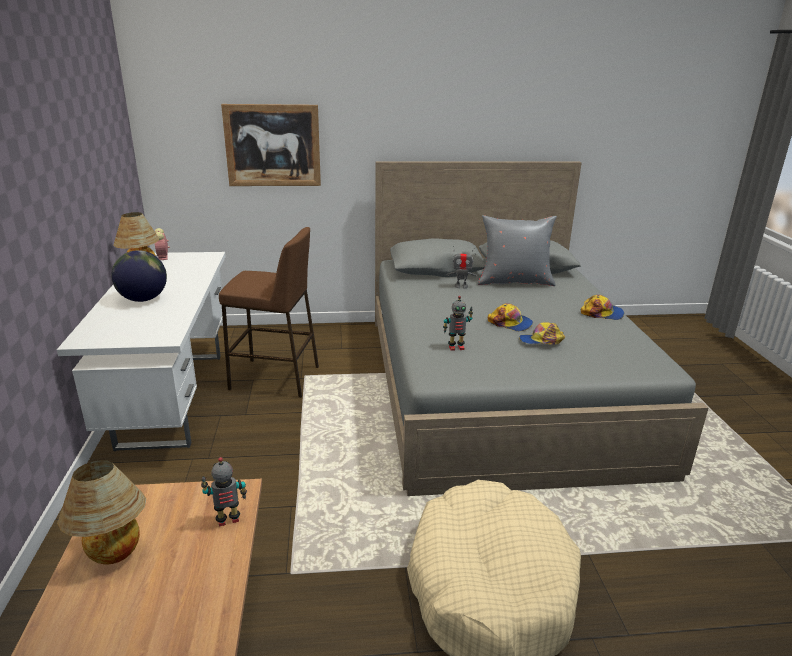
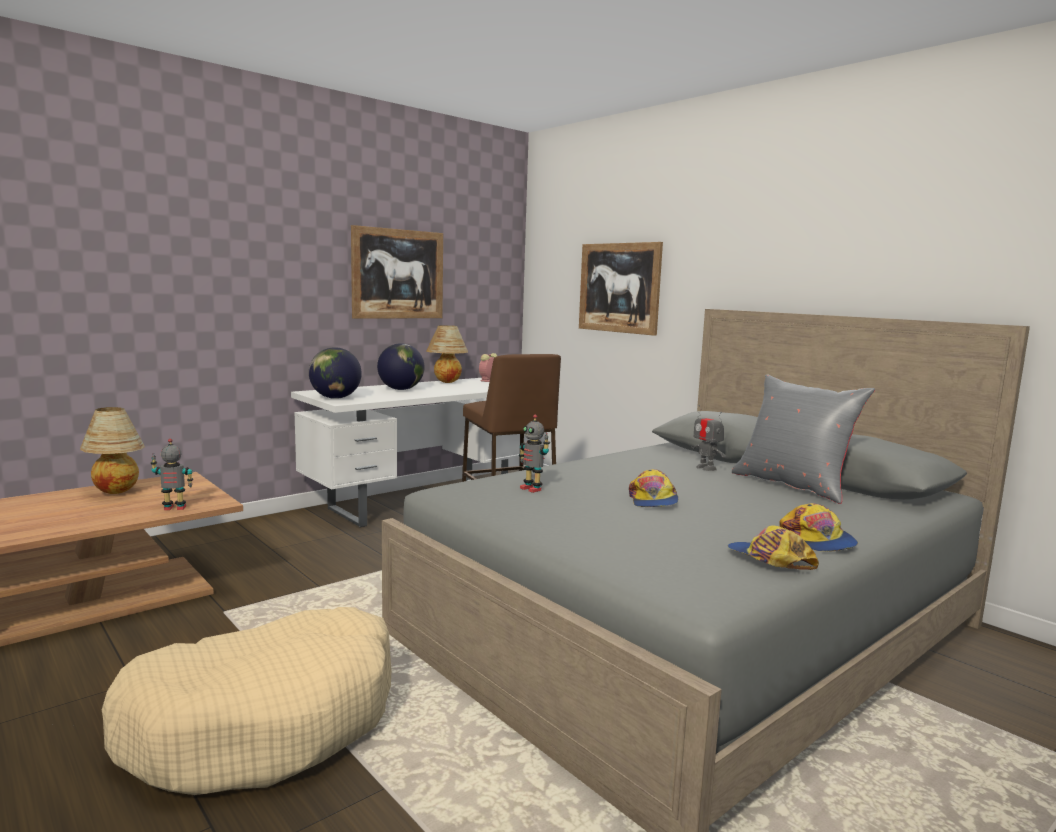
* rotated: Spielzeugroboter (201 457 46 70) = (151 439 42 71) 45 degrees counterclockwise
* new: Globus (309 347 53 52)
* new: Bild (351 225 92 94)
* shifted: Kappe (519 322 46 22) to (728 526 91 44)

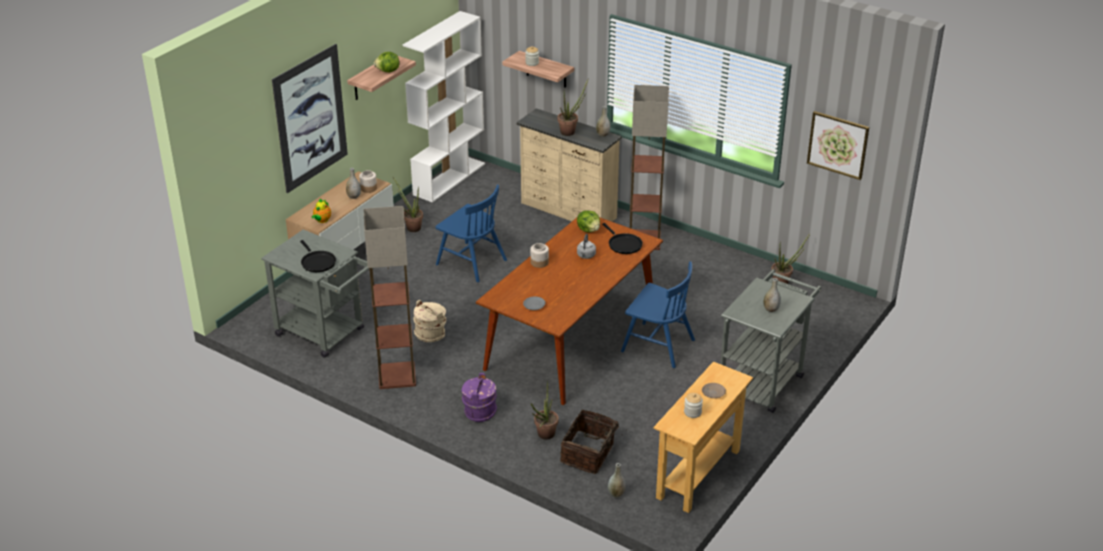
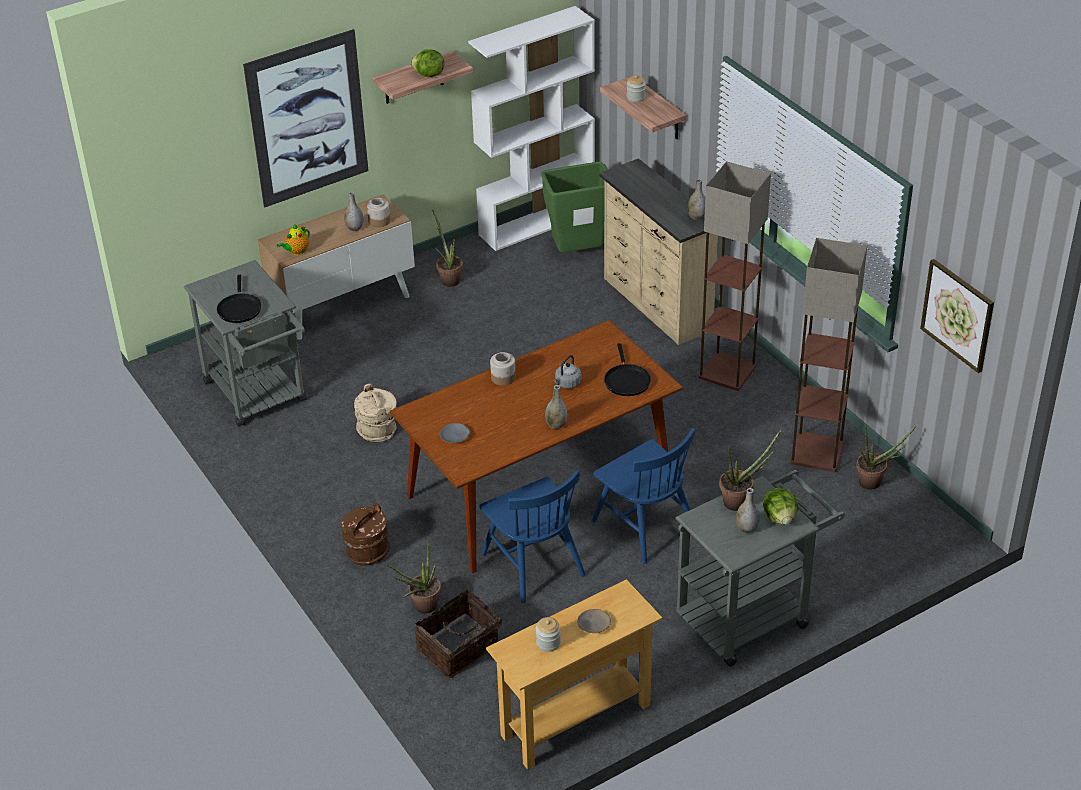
* repainted: Eimer (lila) (462 373 35 49) to Eimer (braun) (341 503 49 63)
* shifted: Stuhl (blau) (435 185 72 97) to (480 470 106 133)
* new: Mülleimer (grün) (541 162 67 91)
* shifted: Vase (grau) (608 463 18 35) to (545 385 22 44)
* shifted: Topfpflanze (558 79 30 57) to (719 430 62 81)
* shifted: Salatkopf (577 210 23 23) to (763 488 35 37)
* shifted: Stehlampe (364 206 52 183) to (790 238 77 234)

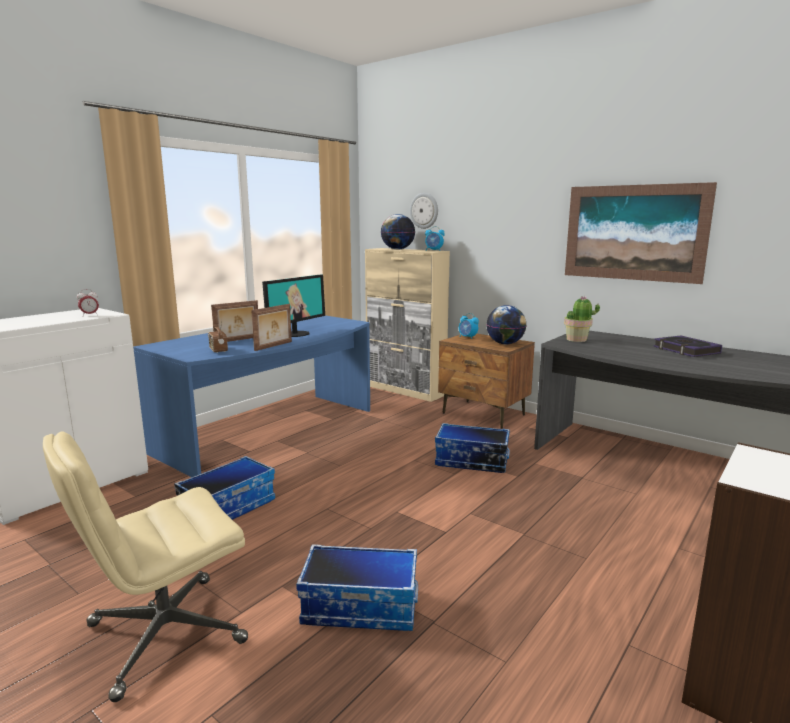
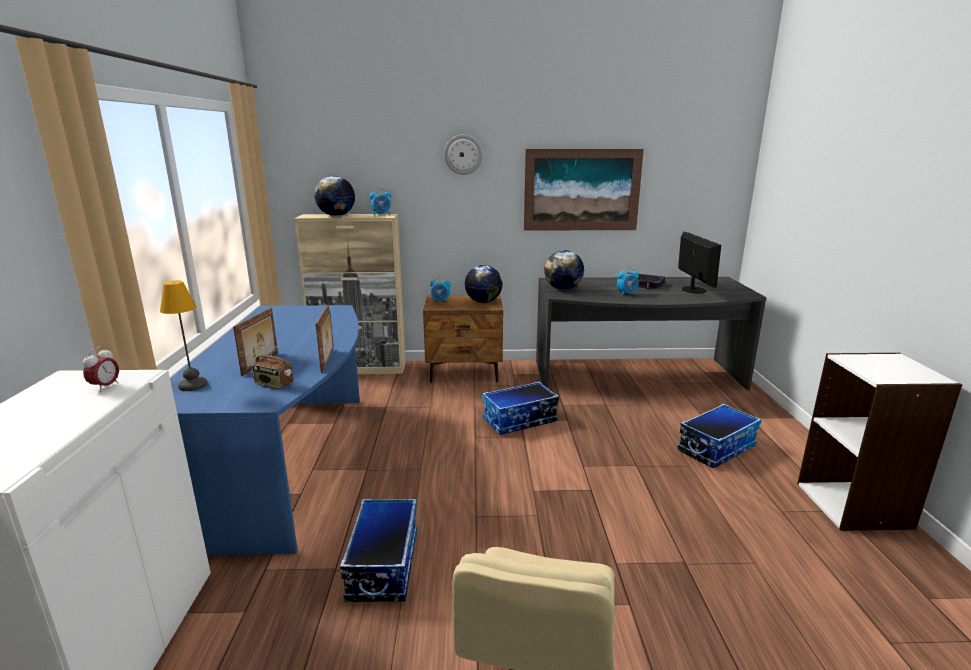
* new: Tischlampe (160 281 48 110)
* shifted: Wanduhr (410 193 28 36) to (444 134 39 41)
* swapped: Topfpflanze (564 296 36 46) to Globus (544 250 40 40)
* new: Wecker (617 267 22 29)
* shifted: Monitor (262 274 63 63) to (678 232 43 62)
* shifted: Aufbewahrungsbox (296 544 122 87) to (678 404 84 64)

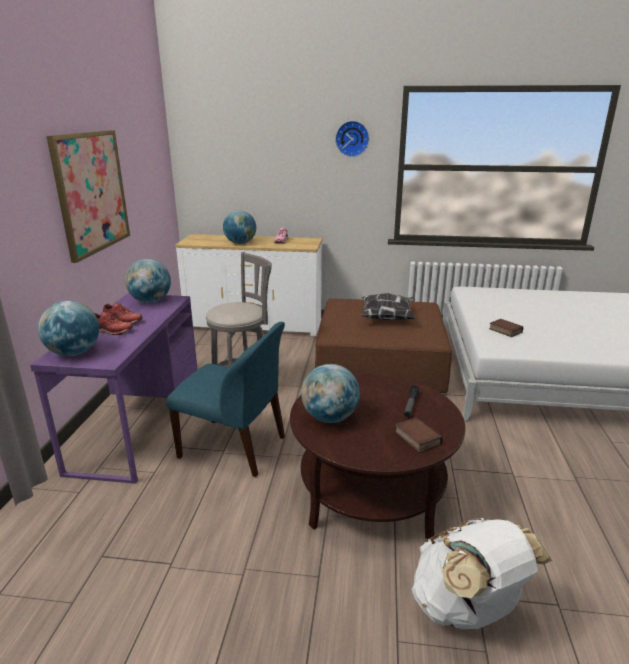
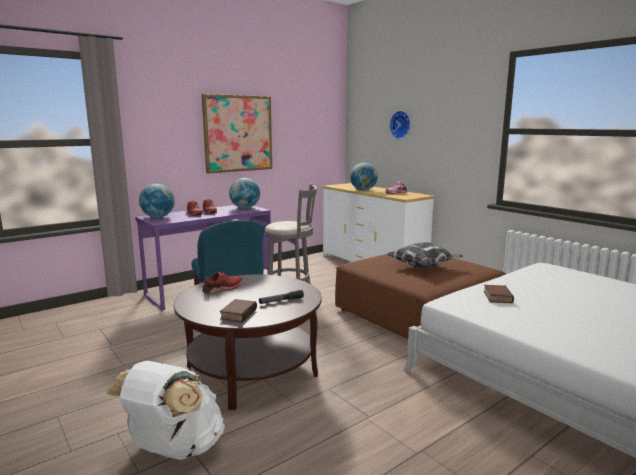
* swapped: Globus (301 364 59 59) to Schuh (rot) (202 271 40 23)
* shifted: Wanduhr (335 121 34 36) to (389 111 22 28)

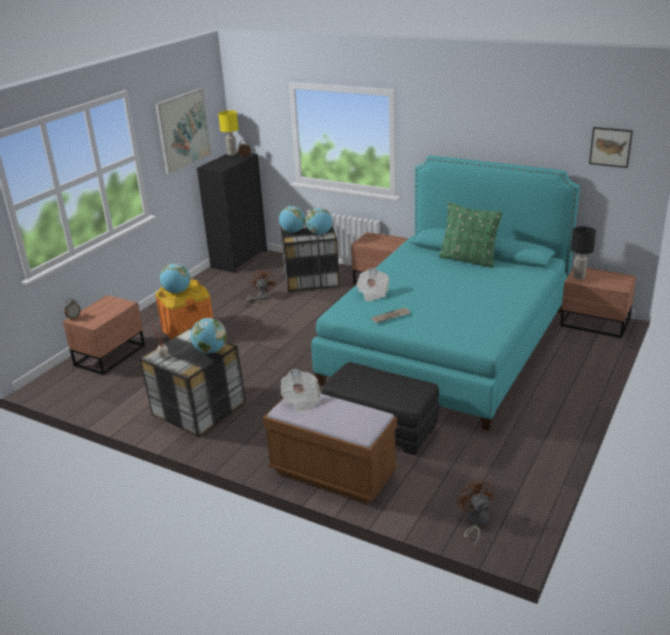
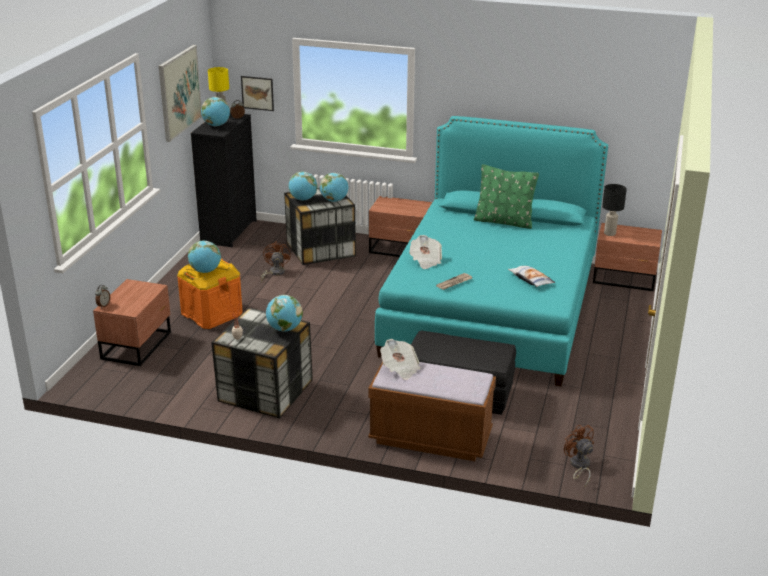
* new: Globus (201 97 29 29)
* shifted: Bild (589 127 44 41) to (241 76 33 35)
* new: Kissen (508 266 47 21)

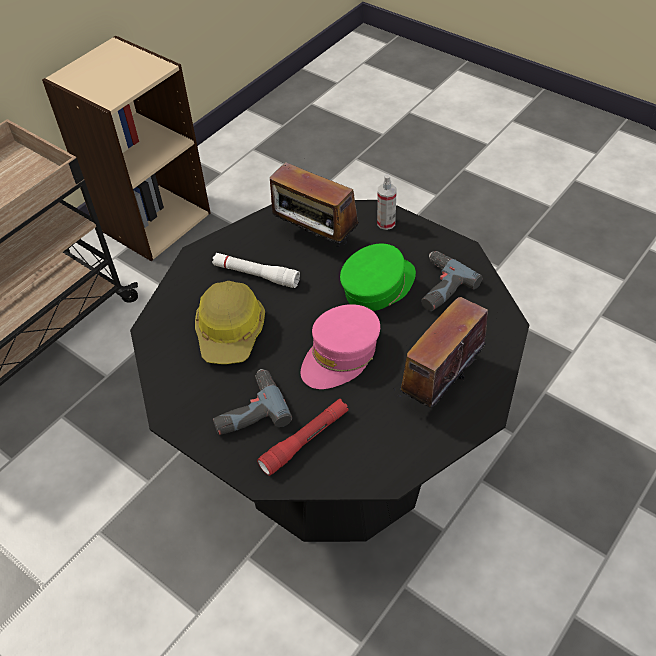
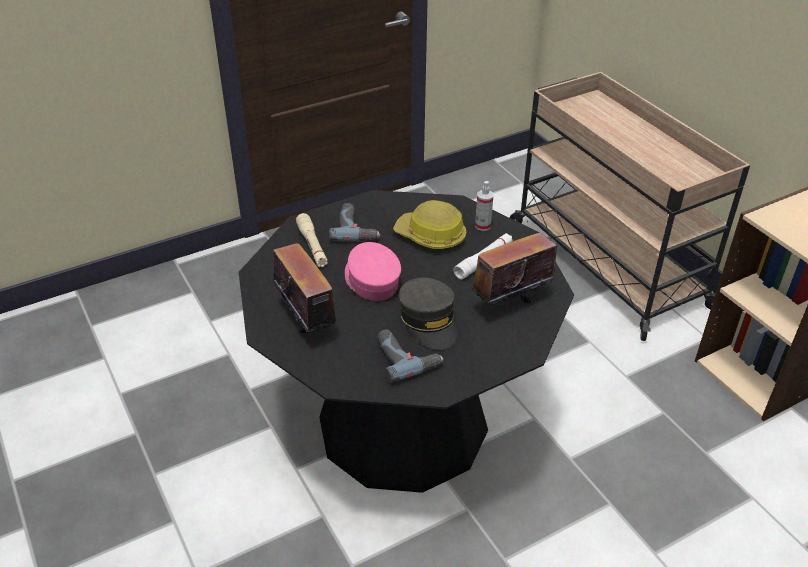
* repainted: Taschenlampe (rot) (257 399 92 77) to Taschenlampe (beige) (296 213 32 54)
* repainted: Kappe (grün) (340 243 76 68) to Kappe (grau) (399 277 59 73)
* shifted: Sprühflasche (377 174 20 56) to (475 181 19 50)

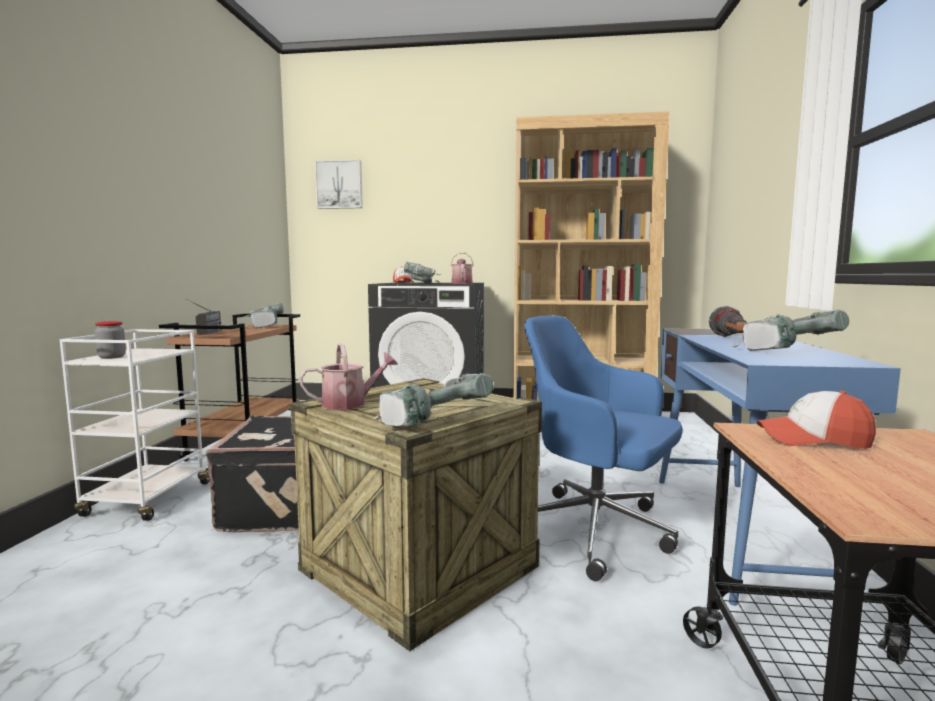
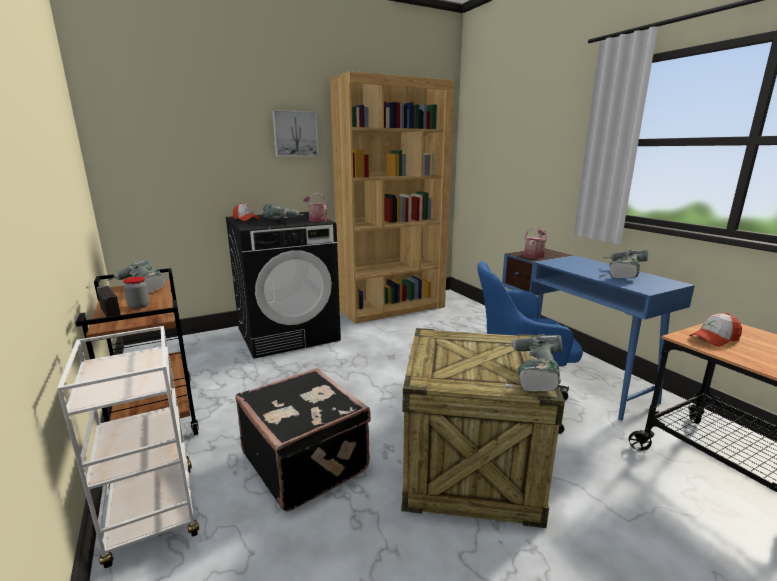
* shifted: Vorratsglas (95 321 31 38) to (123 277 27 32)
* shifted: Bild (315 160 48 49) to (272 110 46 47)
* shifted: Gießkanne (299 343 99 67) to (524 227 23 32)
* gone: Taschenlampe (709 306 38 31)

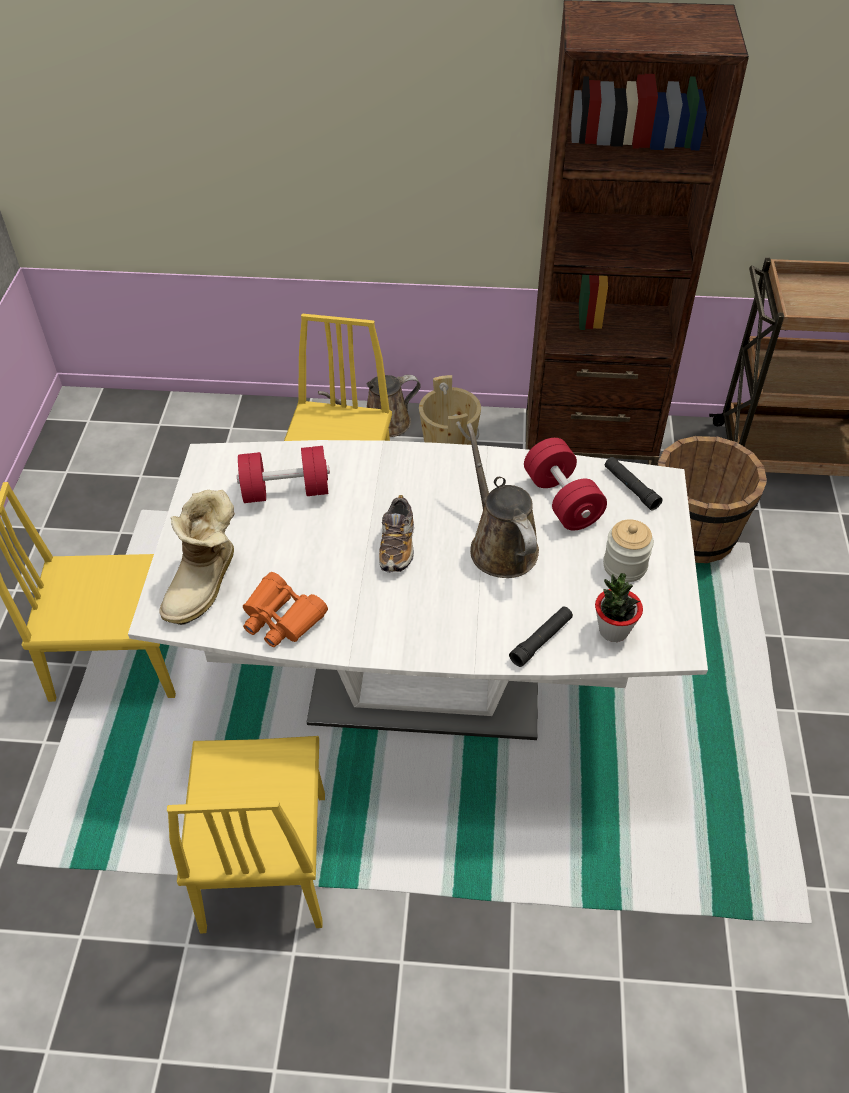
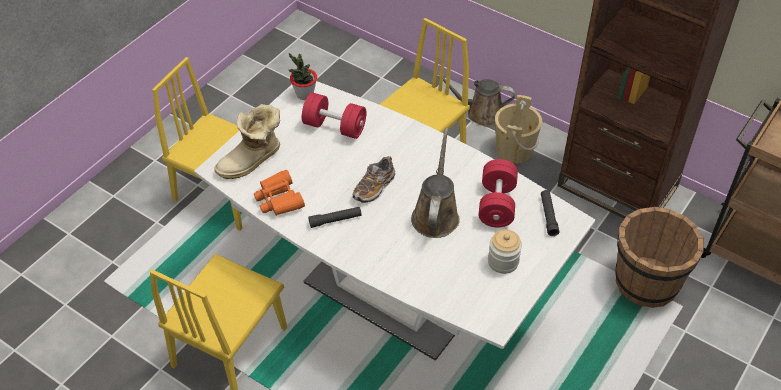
* shifted: Topfpflanze (595 573 48 69) to (289 53 28 47)
* shifted: Taschenlampe (schwarz) (509 606 64 61) to (308 207 54 21)

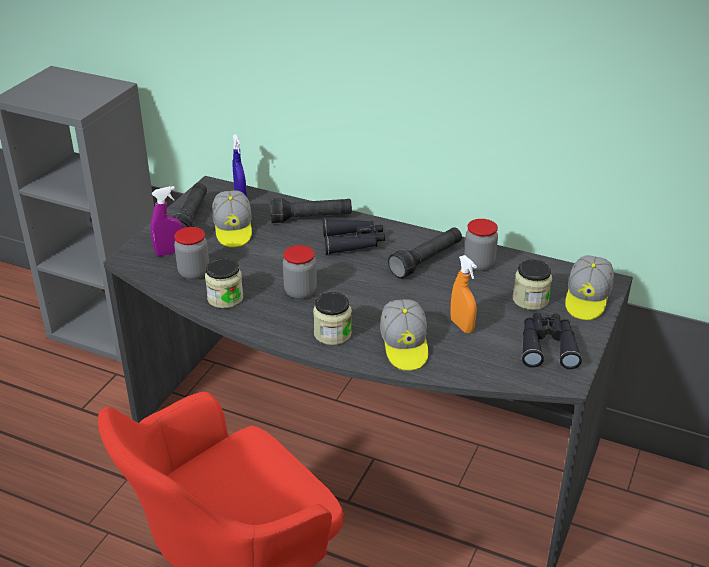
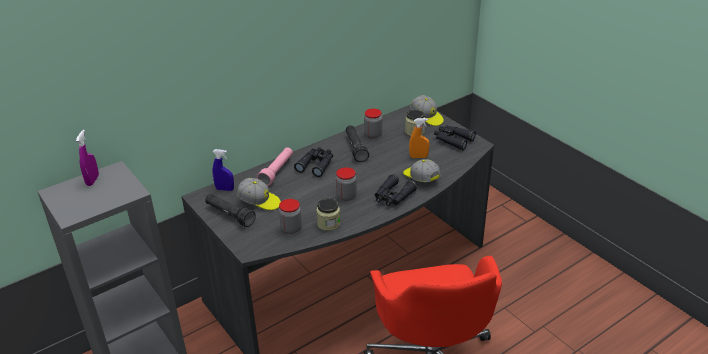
* shifted: Sprühflasche (lila) (151 186 33 70) to (76 130 23 56)
* repainted: Taschenlampe (schwarz) (270 198 82 25) to Taschenlampe (rosa) (257 147 36 39)
* swapped: Vorratsglas (313 292 39 53) to Fernglas (schwarz) (375 174 42 32)
* rotated: Kappe (380 299 48 72) = (403 159 38 23) 150 degrees counterclockwise

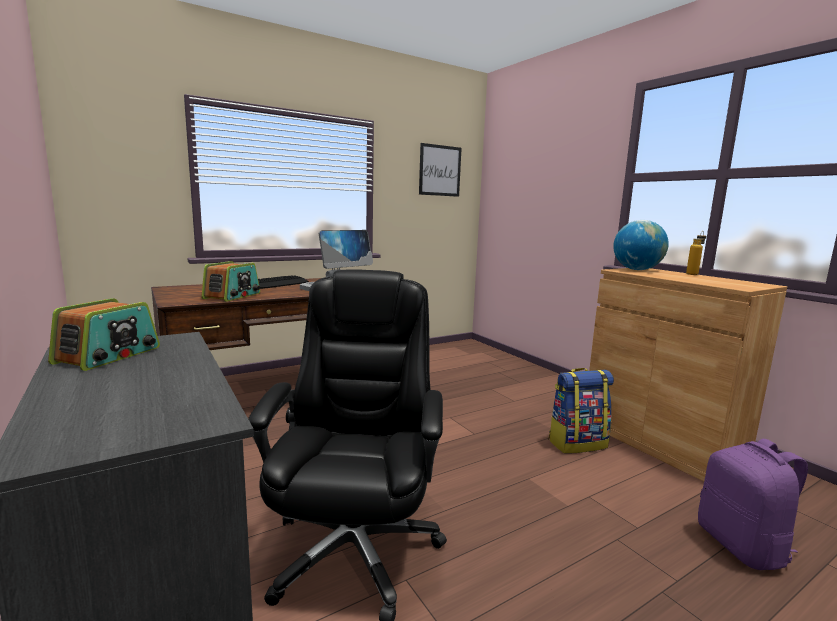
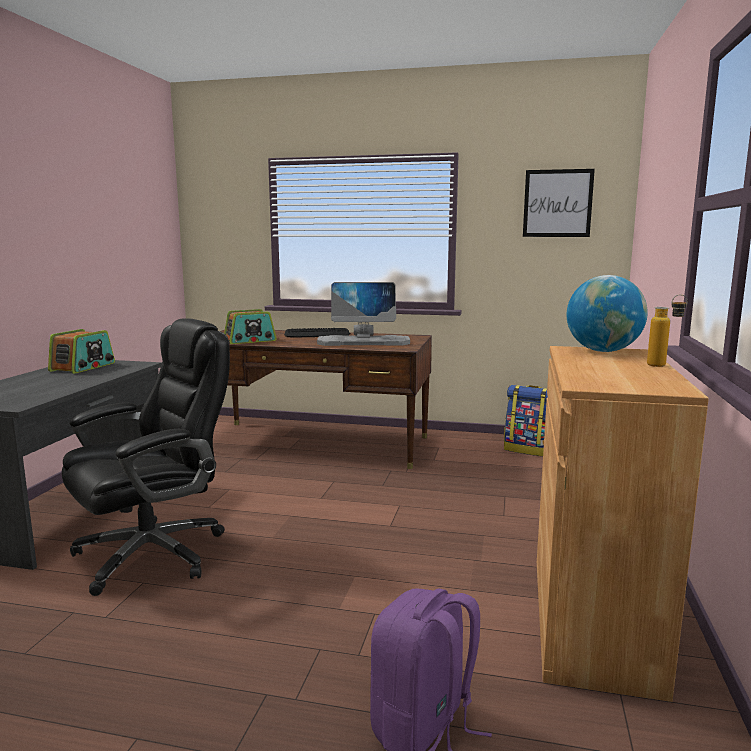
* rotated: Radio (48 298 112 73) = (48 329 67 45) 45 degrees counterclockwise
* shifted: Rucksack (549 368 65 86) to (504 385 44 71)

